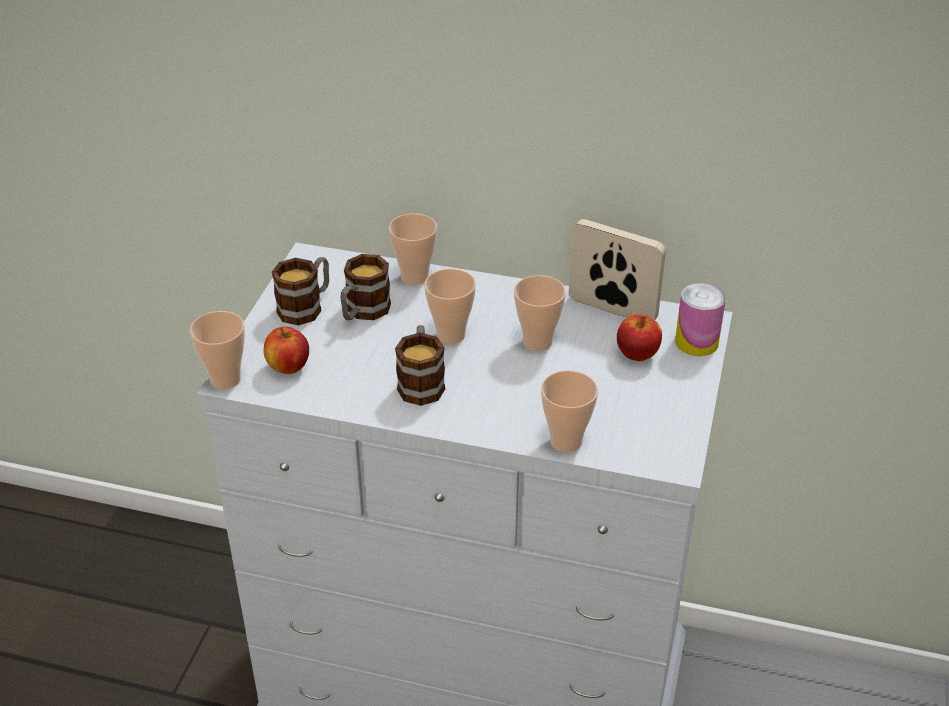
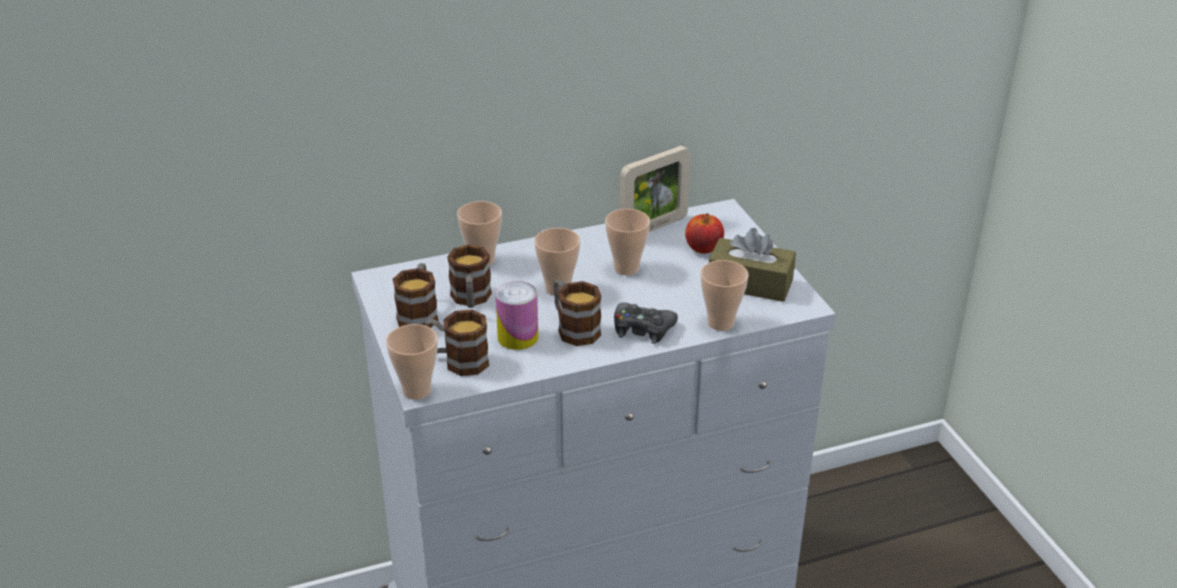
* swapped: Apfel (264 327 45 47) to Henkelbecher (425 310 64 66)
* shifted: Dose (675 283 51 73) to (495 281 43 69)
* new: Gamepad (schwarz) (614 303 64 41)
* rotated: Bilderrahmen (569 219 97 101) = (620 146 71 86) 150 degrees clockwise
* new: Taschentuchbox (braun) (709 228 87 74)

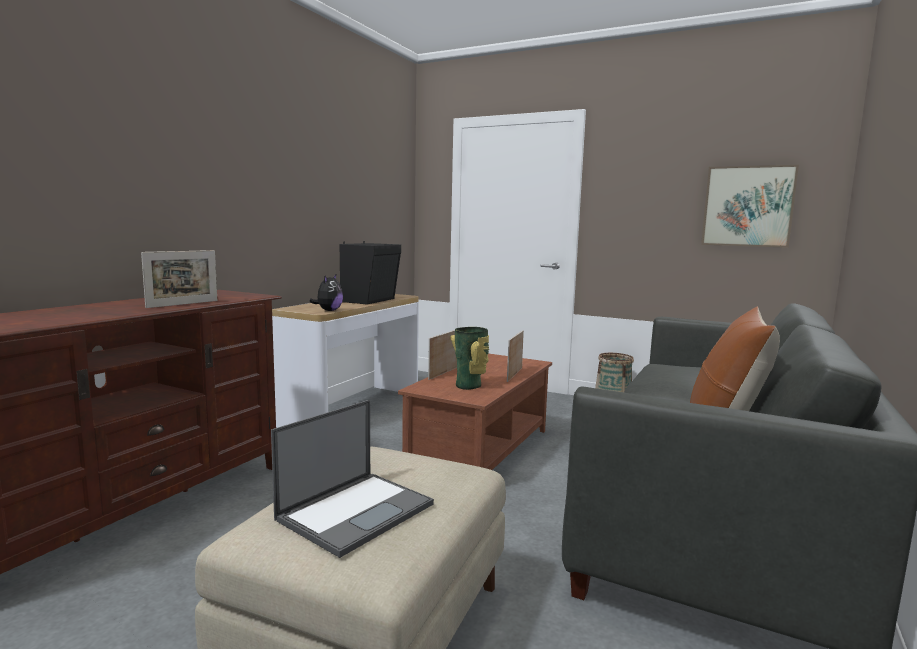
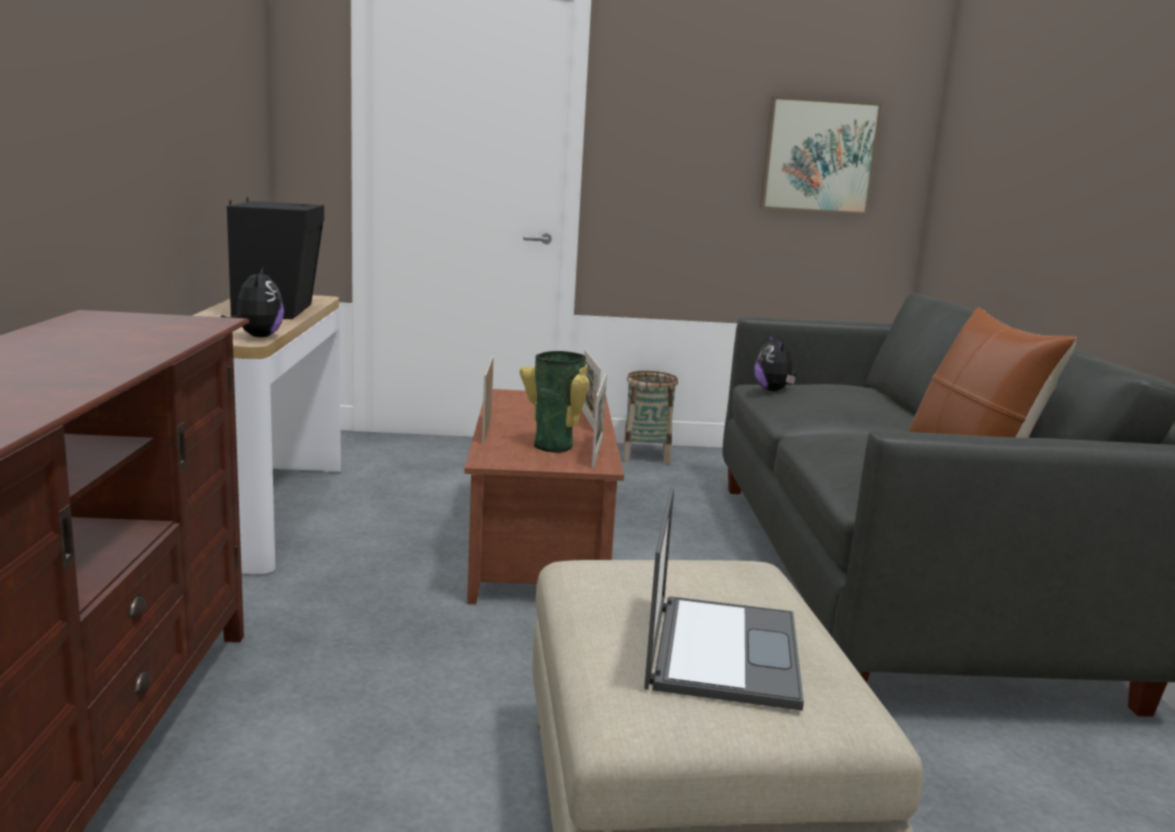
* shifted: Bilderrahmen (141 250 76 58) to (592 373 15 95)
* new: Plüschtier (754 334 43 57)

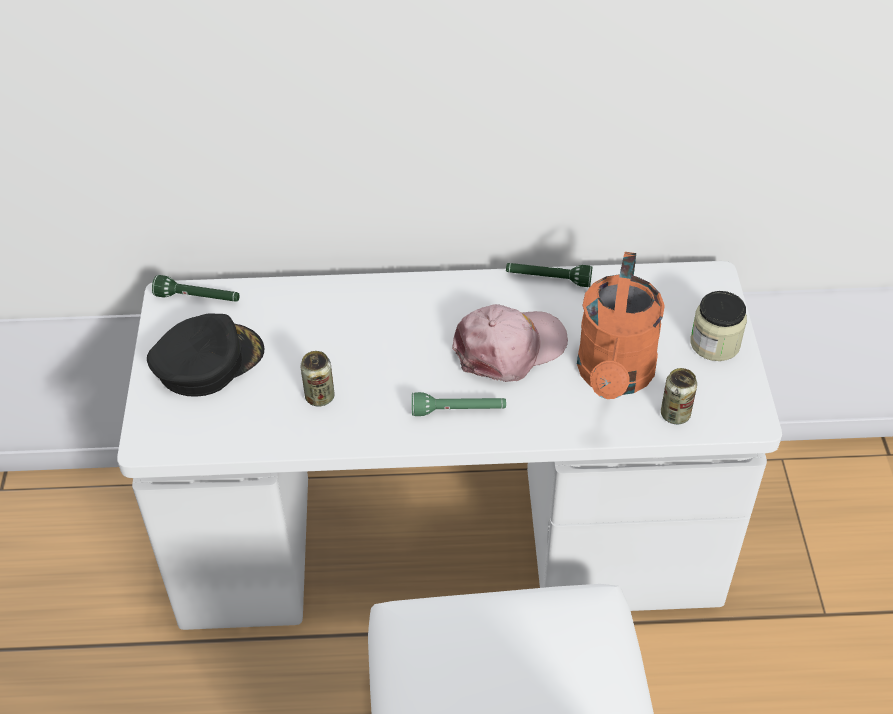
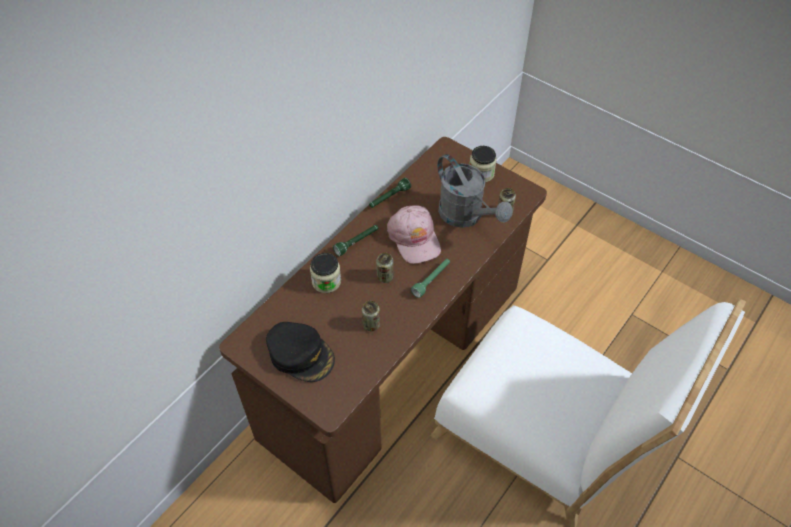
* repainted: Schreibtisch (weiß) (117 261 665 369) to Schreibtisch (braun) (219 137 328 366)
* rotated: Kappe (schwarz) (147 313 117 84) = (266 322 69 60) 120 degrees clockwise
* new: Vorratsglas (310 253 31 40)
* shifted: Taschenlampe (grün) (152 275 88 27) to (333 225 45 31)
* new: Dose (376 253 18 30)
* rotated: Kappe (rosa) (452 304 116 78) = (387 205 54 59) 150 degrees clockwise
* repainted: Gießkanne (orange) (577 252 88 147) to Gießkanne (grau) (437 154 75 74)

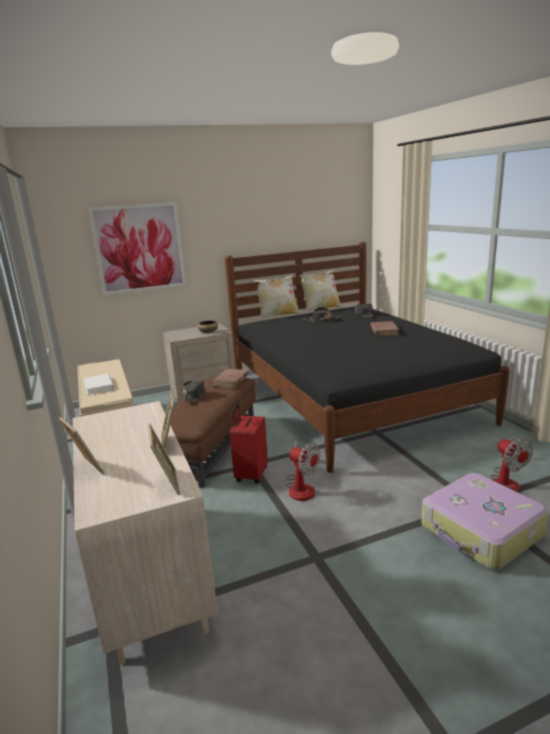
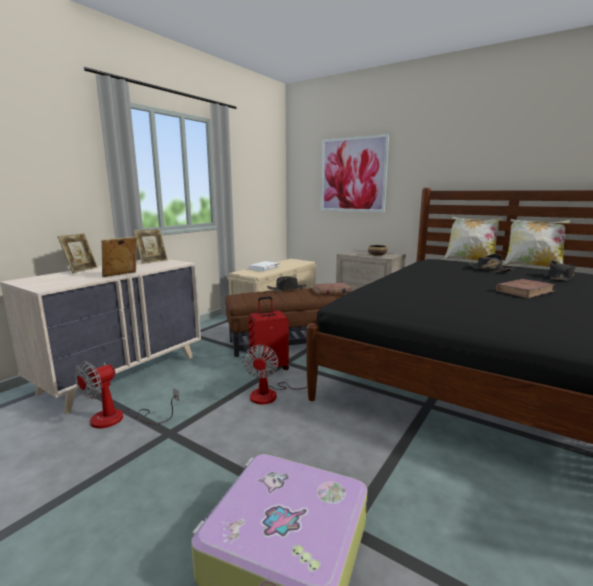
* shifted: Ventilator (490 435 43 57) to (75 361 104 67)
* shifted: Bilderrahmen (148 423 32 72) to (134 229 34 35)

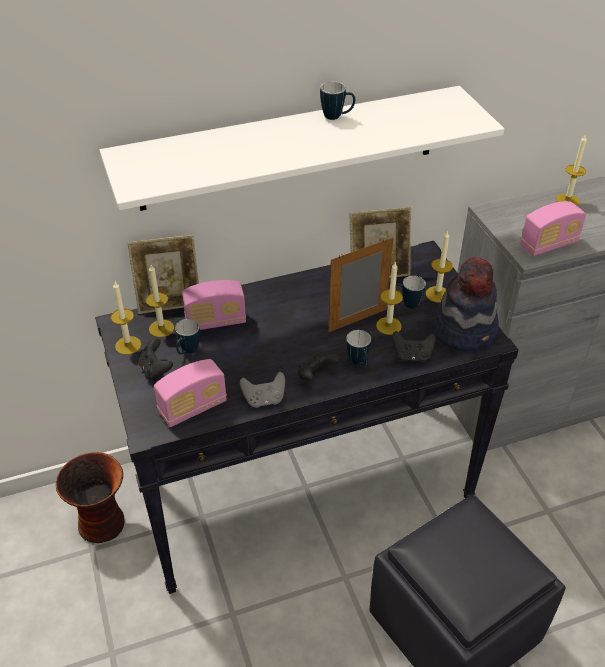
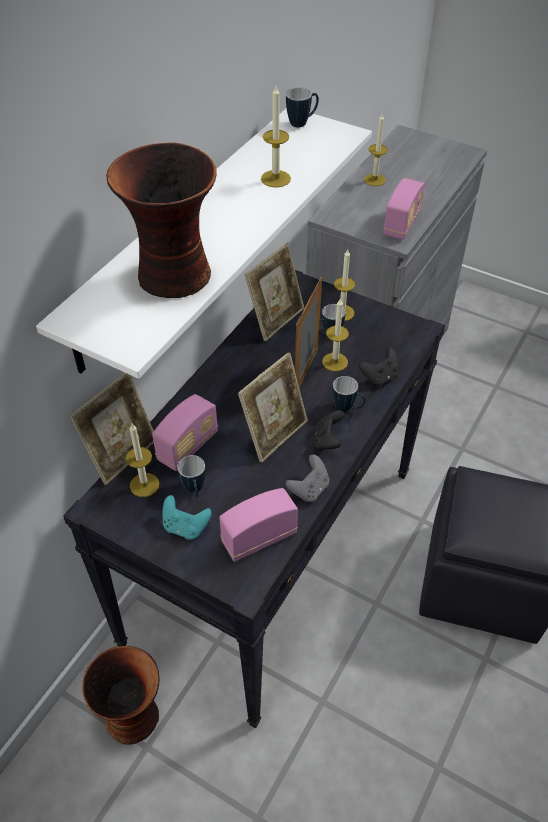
* new: Vase (107 142 110 156)
* repainted: Gamepad (schwarz) (139 339 34 42) to Gamepad (türkis) (162 495 50 45)
* rotated: Radio (154 359 73 68) = (219 488 79 74) 135 degrees counterclockwise
* new: Bilderrahmen (238 352 70 111)
* shifted: Kerze (111 282 30 73) to (261 86 30 102)
* shifted: Henkelbecher (320 81 35 39) to (286 87 33 40)
* gone: Hut (433 257 66 94)

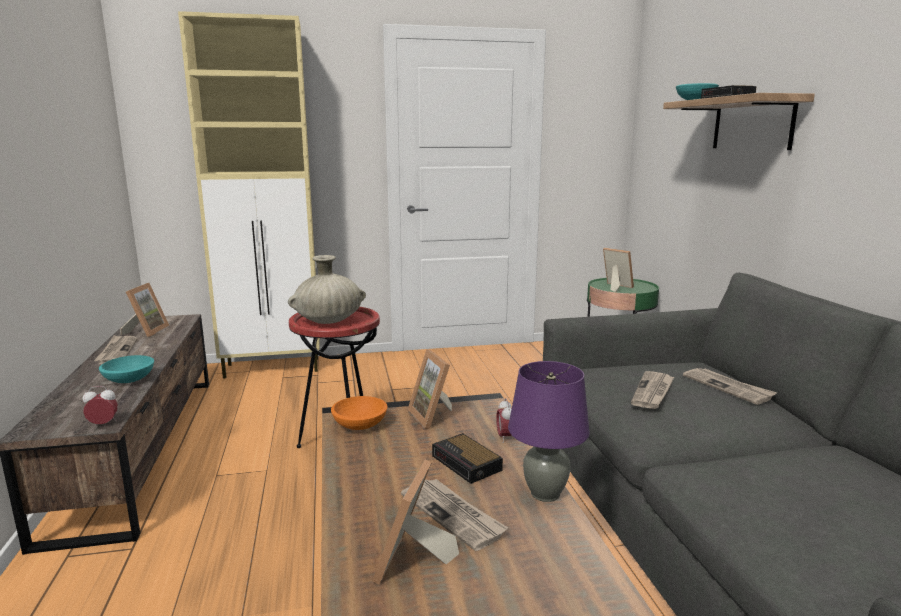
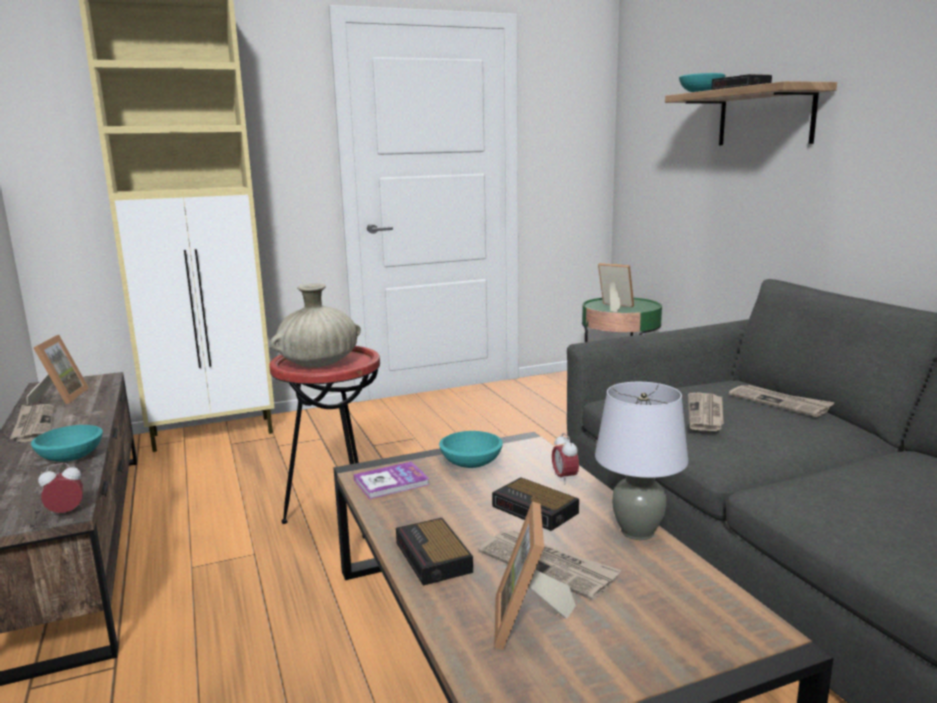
* swapped: Schüssel (orange) (331 396 56 34) to Buch (353 462 77 37)
* new: Wecker (396 518 77 68)
* swapped: Bilderrahmen (408 349 44 80) to Schüssel (türkis) (439 431 64 37)
* repainted: Tischlampe (lila) (508 361 82 141) to Tischlampe (grau) (595 382 93 158)

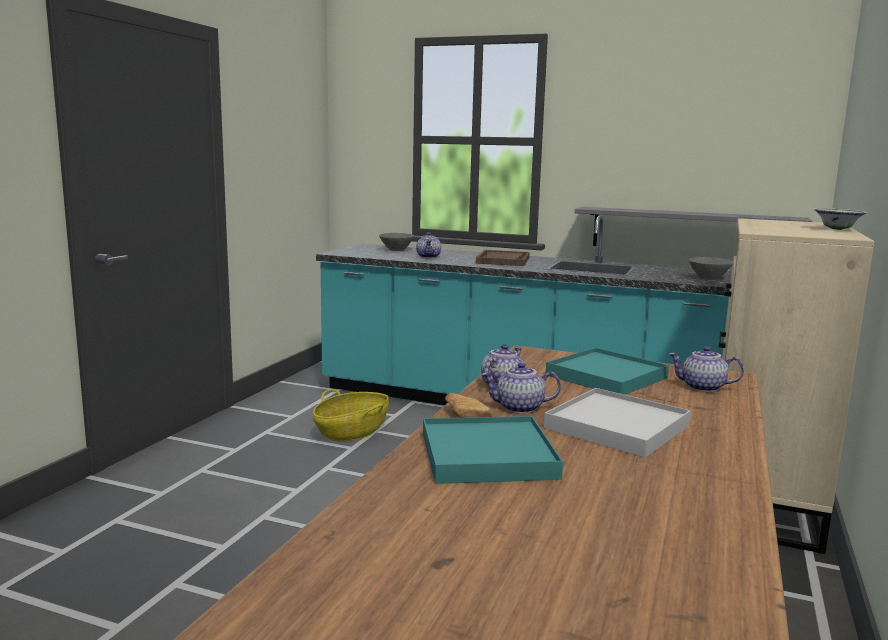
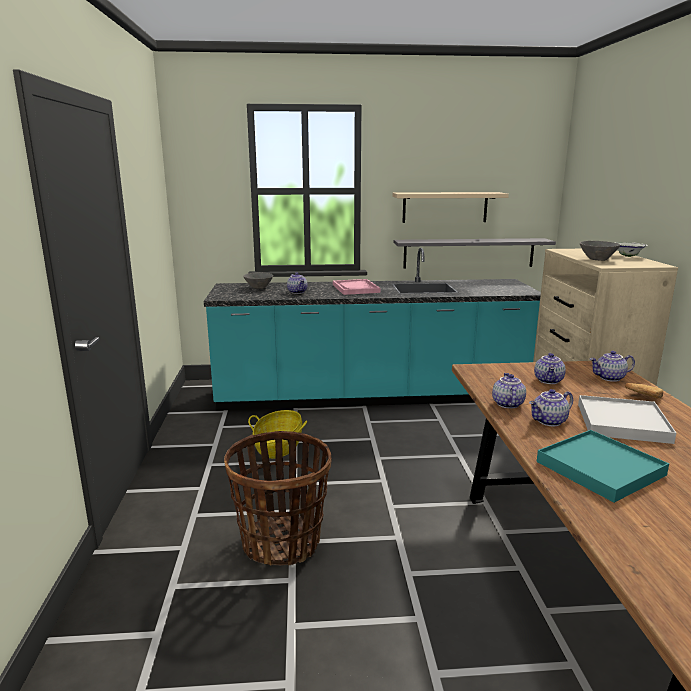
* new: Korb (224 431 107 135)
* repainted: Tablett (braun) (476 250 54 16) to Tablett (rosa) (333 279 47 16)
* new: Wandregal (beige) (392 192 117 31)
* swapped: Tablett (türkis) (545 348 124 47) to Teekanne (534 353 32 31)
* shifted: Schüssel (grau) (688 257 45 23) to (580 241 40 20)
* shifted: Brot (445 393 47 25) to (625 383 38 16)

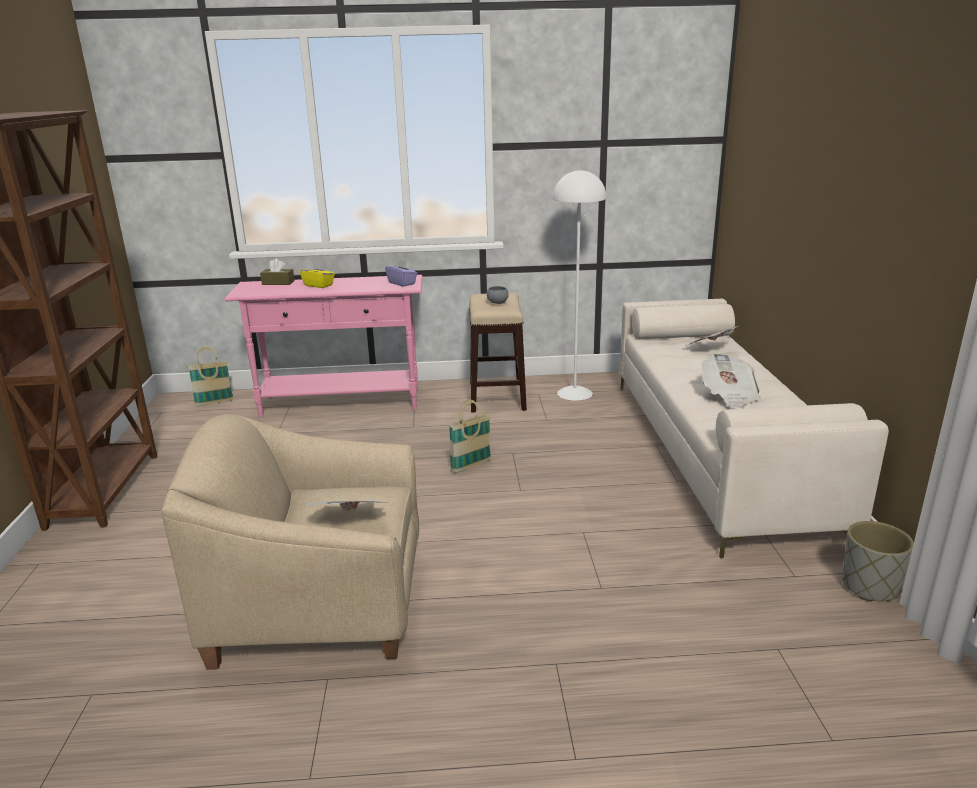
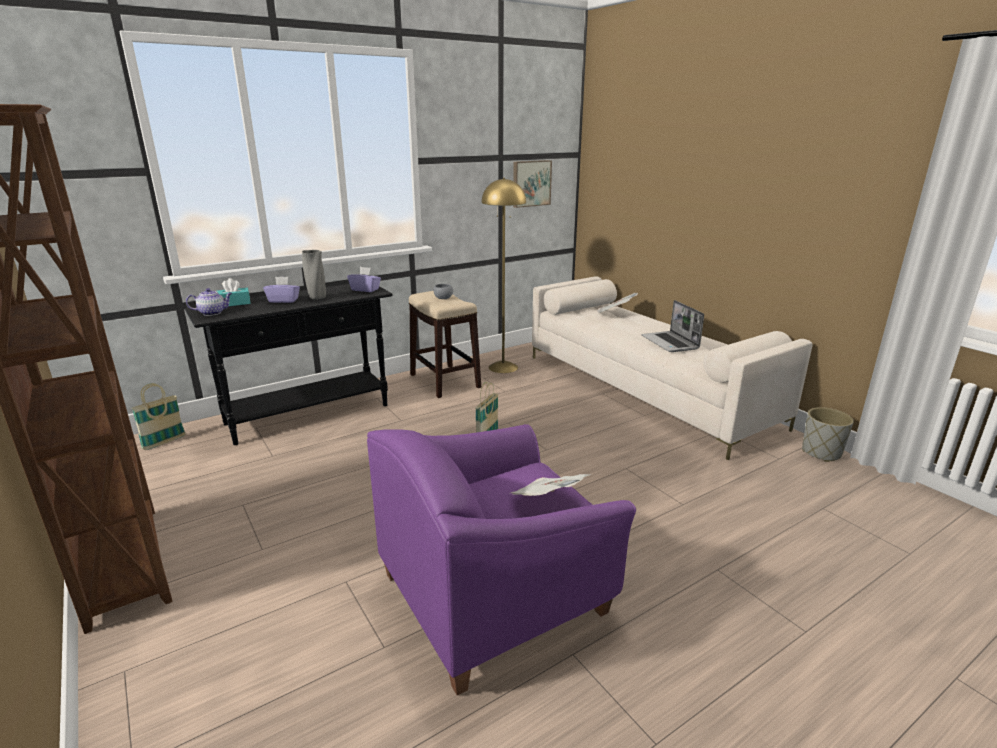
* repainted: Konsolentisch (rosa) (224 275 199 142) to Konsolentisch (schwarz) (185 284 208 161)
* new: Teekanne (186 288 46 28)
* repainted: Taschentuchbox (braun) (260 259 35 26) to Taschentuchbox (türkis) (217 278 34 28)
* repainted: Taschentuchbox (gelb) (300 261 35 27) to Taschentuchbox (lila) (263 277 37 26)
* new: Vase (grau) (302 250 24 50)
* repainted: Sessel (beige) (162 414 257 256) to Sessel (lila) (367 424 269 271)
* repainted: Stehlampe (weiß) (553 169 53 232) to Stehlampe (gelb) (481 178 45 195)
* new: Bild (513 160 39 48)
* swapped: Zeitung (701 353 60 56) to Laptop (641 300 63 52)

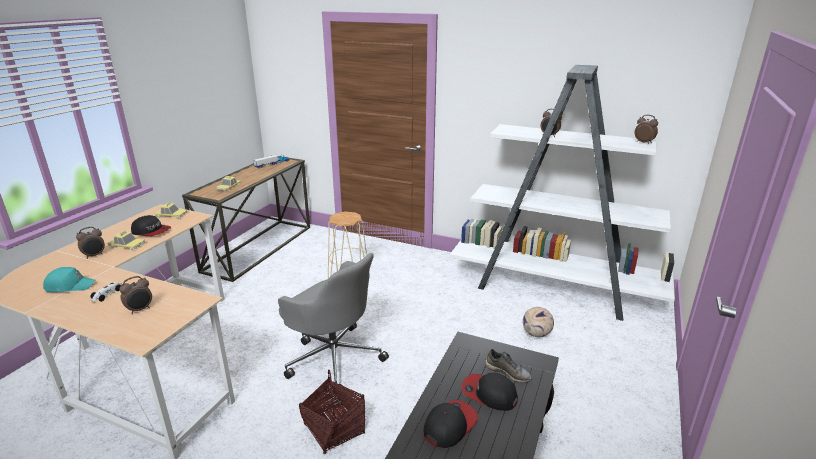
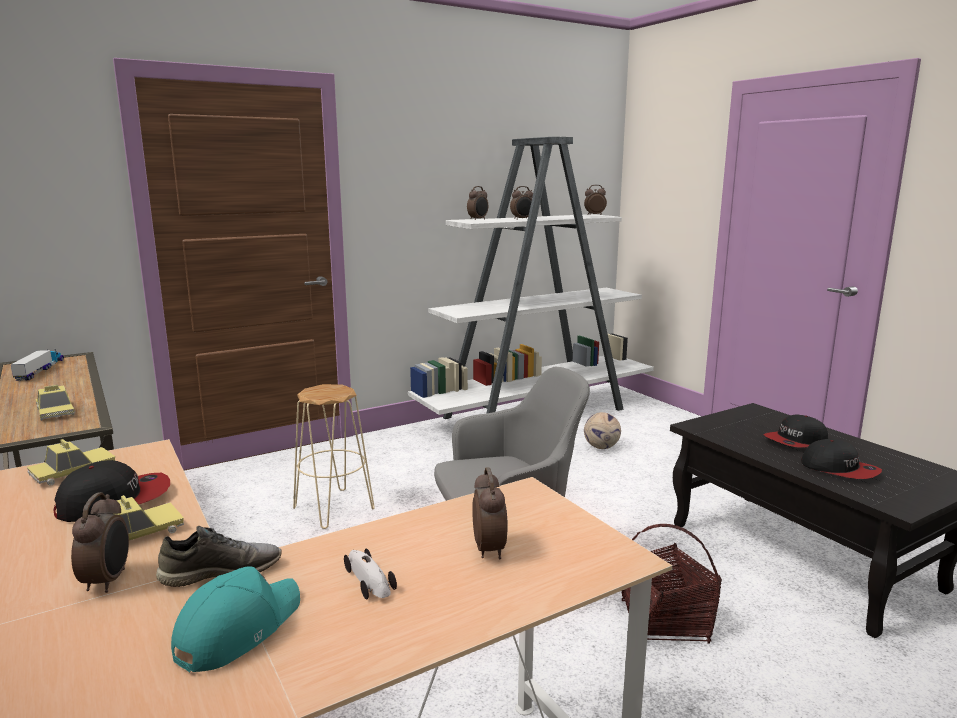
* shifted: Schuh (grau) (485 349 47 34) to (156 526 126 61)
* new: Wecker (467 186 21 34)
* rotated: Kappe (424 400 54 48) = (801 439 81 40) 150 degrees clockwise

